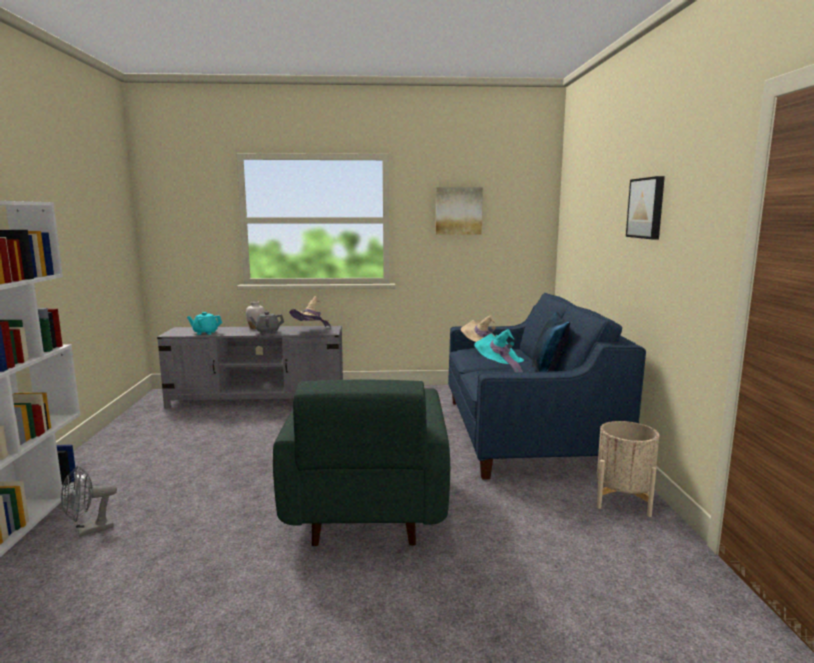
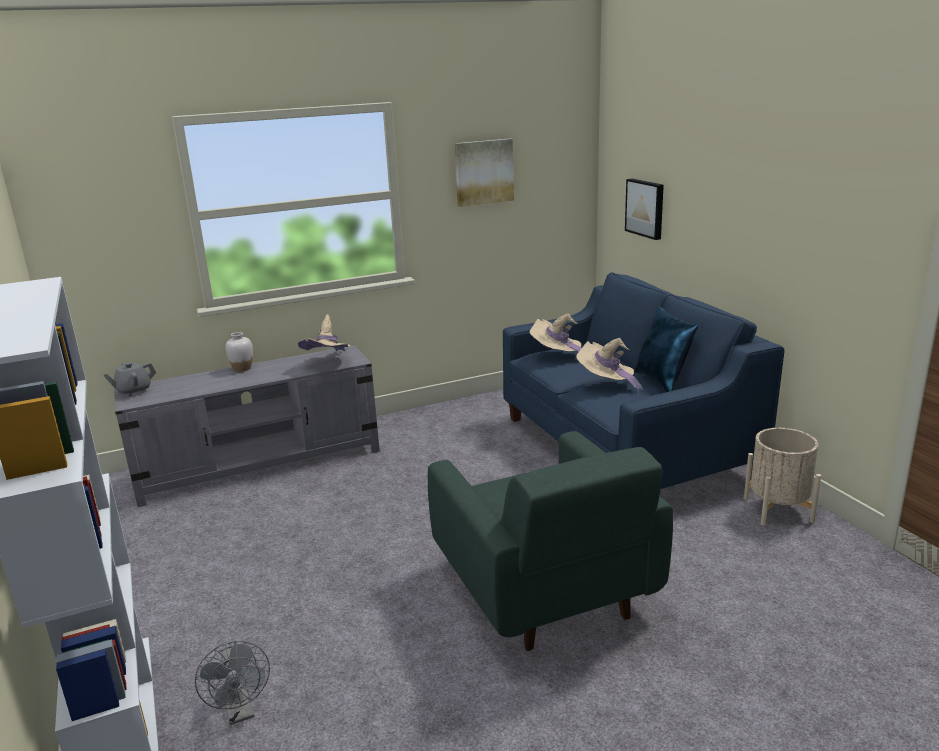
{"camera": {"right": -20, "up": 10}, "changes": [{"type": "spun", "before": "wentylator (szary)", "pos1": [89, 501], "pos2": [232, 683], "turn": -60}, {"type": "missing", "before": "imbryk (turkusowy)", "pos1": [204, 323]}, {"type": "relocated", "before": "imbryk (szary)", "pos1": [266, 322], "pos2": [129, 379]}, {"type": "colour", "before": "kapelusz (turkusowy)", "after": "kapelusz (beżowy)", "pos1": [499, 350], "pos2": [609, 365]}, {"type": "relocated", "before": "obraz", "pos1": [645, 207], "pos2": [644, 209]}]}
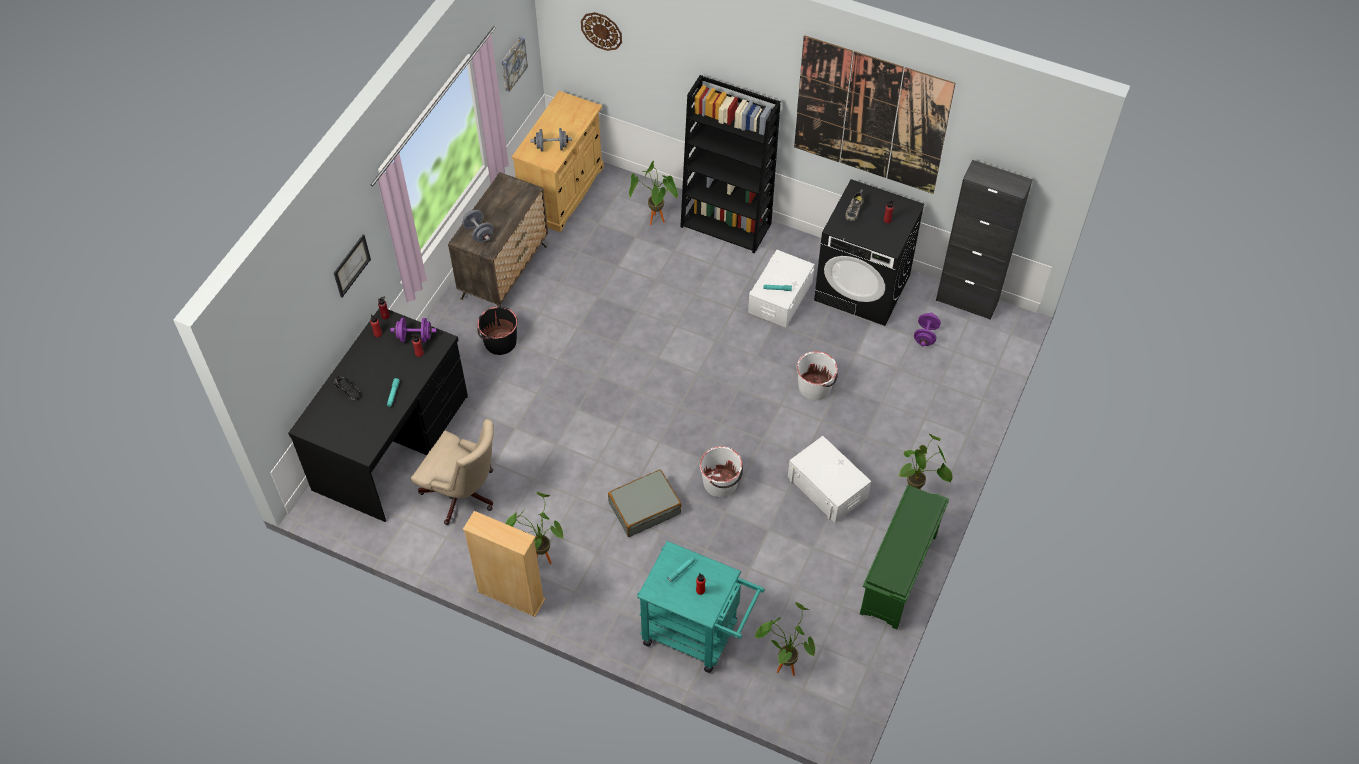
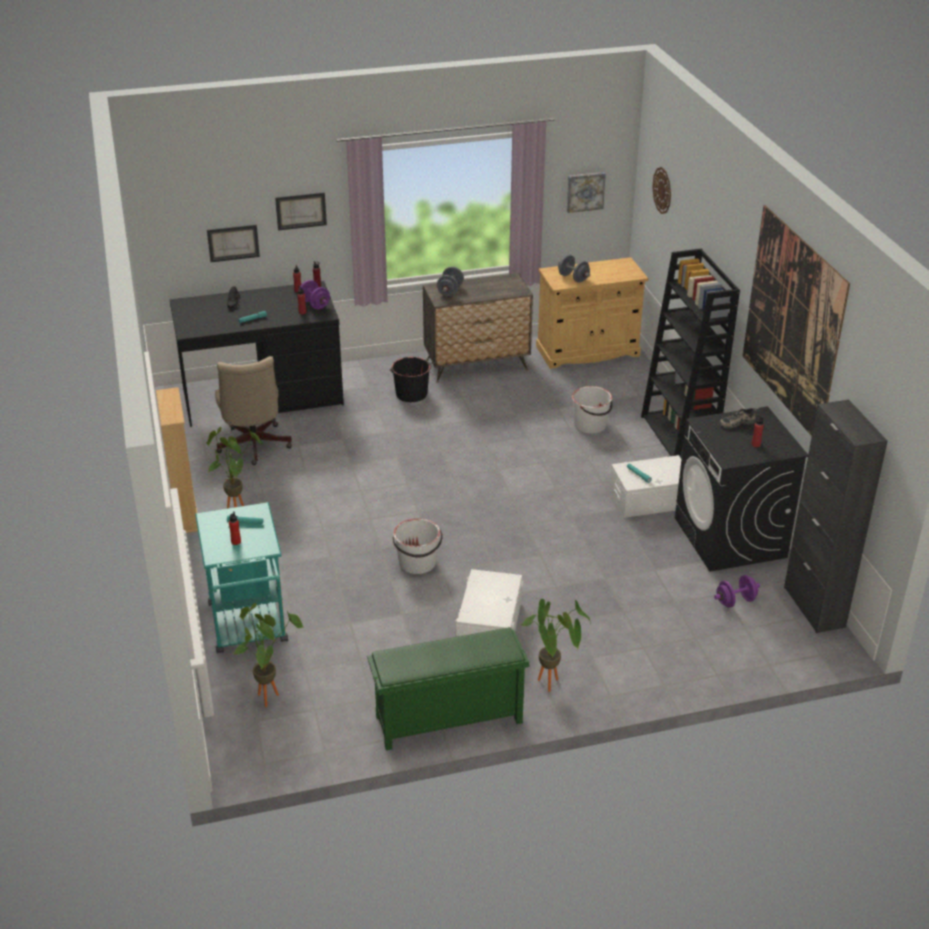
{"camera": {"right": 50, "up": -20}, "changes": [{"type": "missing", "before": "walizka (szary)", "pos1": [644, 503]}, {"type": "missing", "before": "roślina doniczkowa", "pos1": [653, 193]}, {"type": "relocated", "before": "wiadro (biały)", "pos1": [817, 375], "pos2": [592, 410]}, {"type": "appeared", "after": "obraz", "pos2": [233, 243]}]}
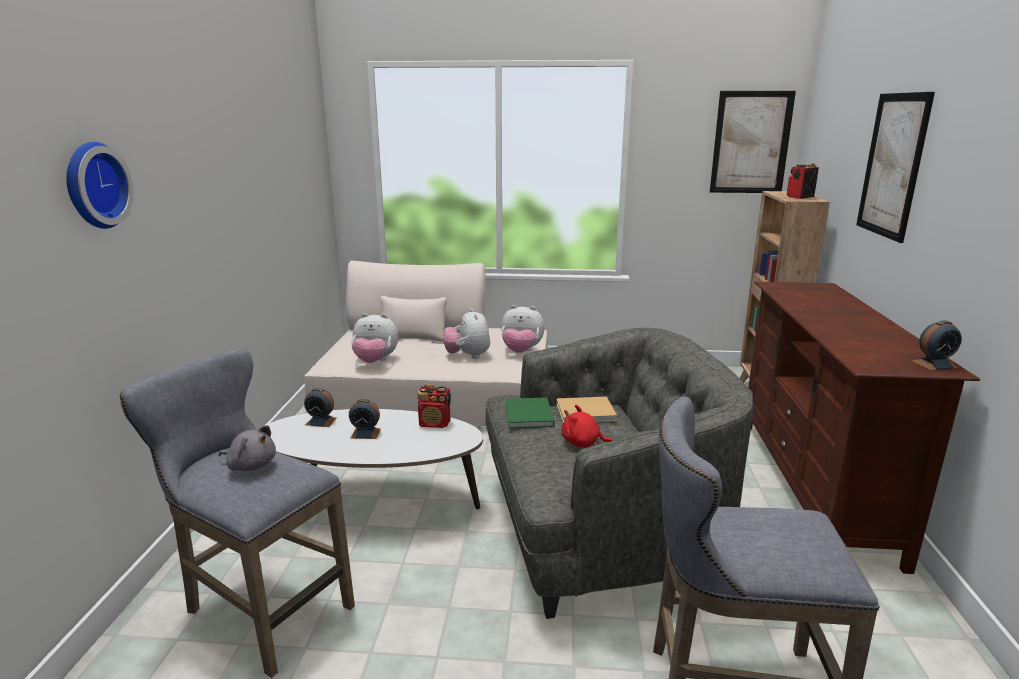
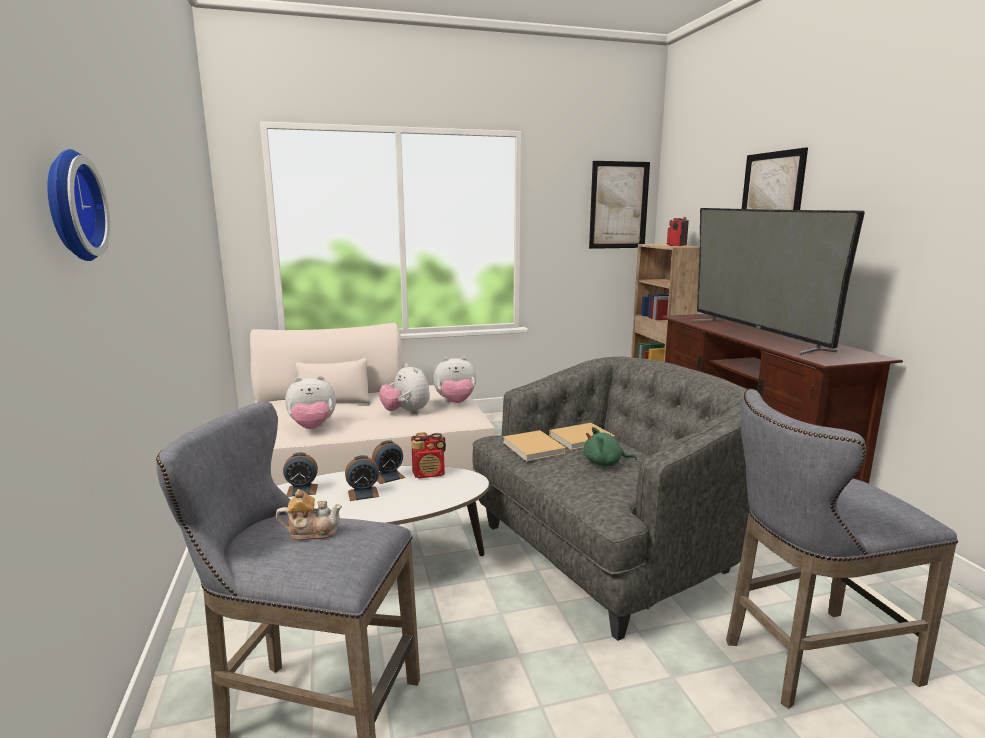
{"camera": {"right": -20, "up": -5}, "changes": [{"type": "exchanged", "before": "pluszak (szary)", "after": "imbryk", "pos1": [247, 448], "pos2": [309, 514]}, {"type": "colour", "before": "książka (zielony)", "after": "książka (beżowy)", "pos1": [529, 412], "pos2": [534, 445]}, {"type": "colour", "before": "pluszak (czerwony)", "after": "pluszak (zielony)", "pos1": [587, 426], "pos2": [610, 446]}, {"type": "relocated", "before": "budzik", "pos1": [936, 346], "pos2": [388, 462]}, {"type": "appeared", "after": "telewizor", "pos2": [778, 281]}]}
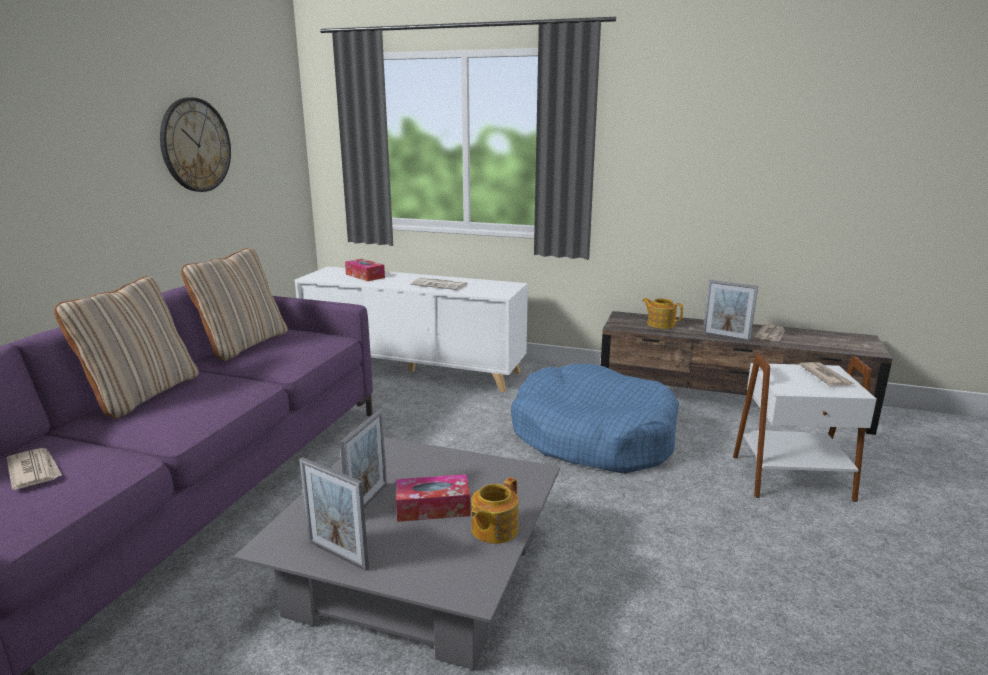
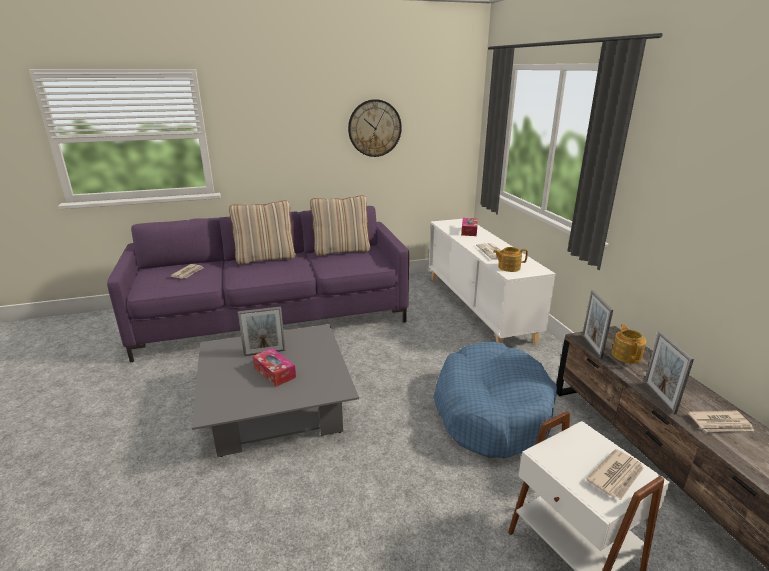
{"camera": {"right": 55, "up": 5}, "changes": [{"type": "relocated", "before": "ramka na zdjęcie", "pos1": [334, 514], "pos2": [597, 324]}, {"type": "relocated", "before": "imbryk", "pos1": [495, 510], "pos2": [510, 259]}]}
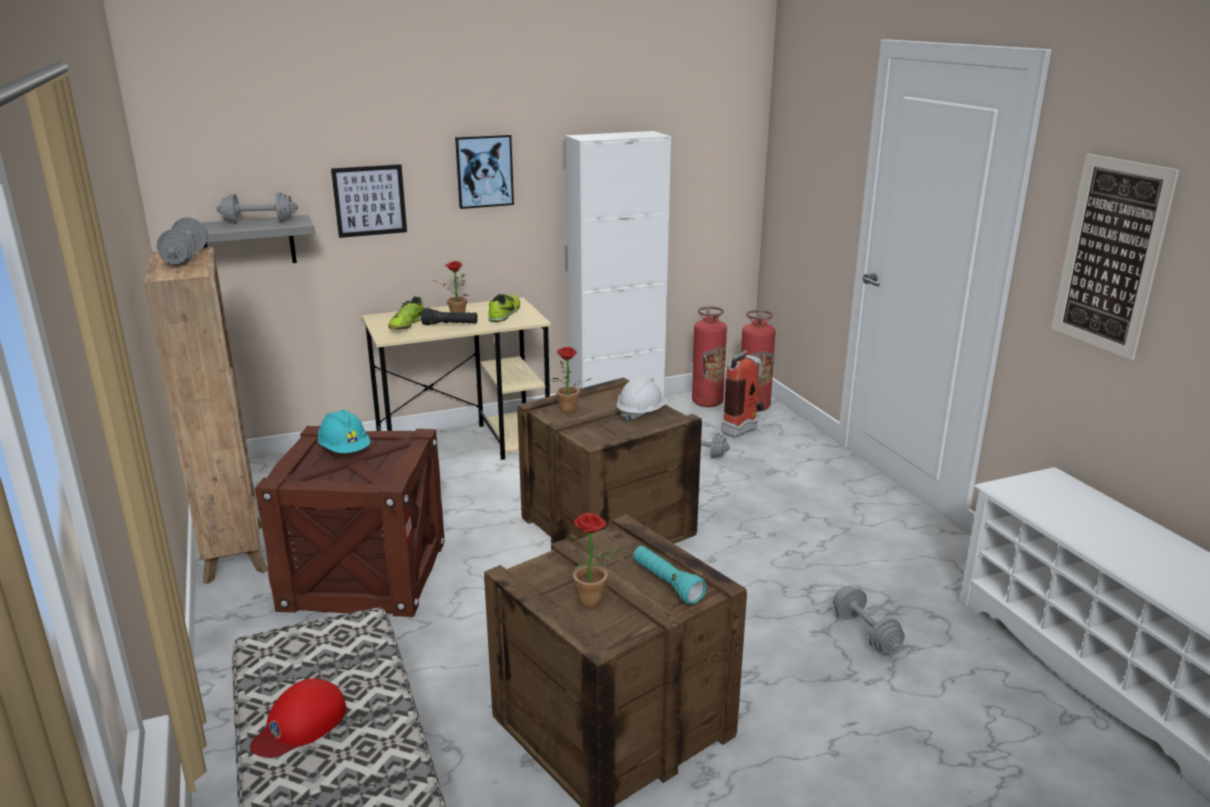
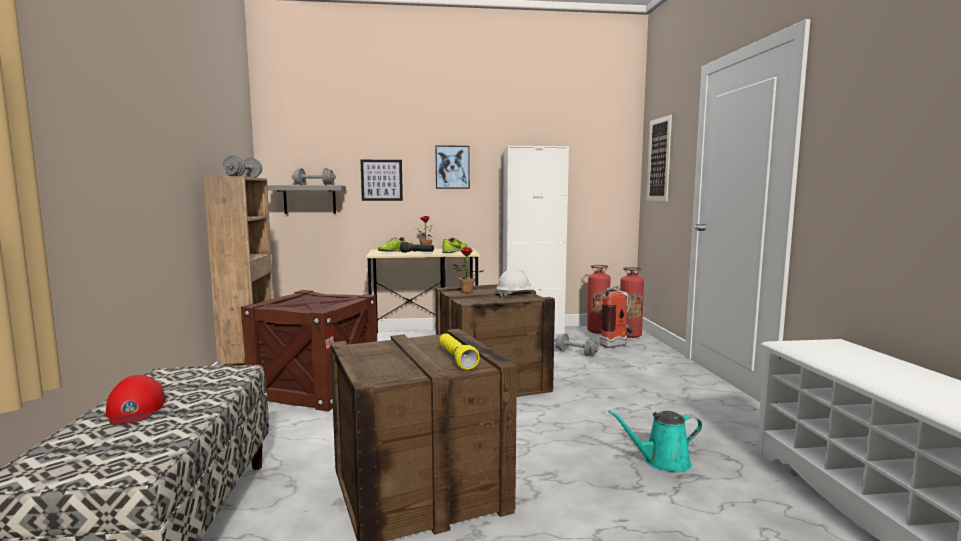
{"camera": {"right": 15, "up": -15}, "changes": [{"type": "spun", "before": "czapka z daszkiem (czerwony)", "pos1": [298, 718], "pos2": [135, 400], "turn": -75}, {"type": "missing", "before": "kask (turkusowy)", "pos1": [344, 431]}, {"type": "missing", "before": "roślina doniczkowa", "pos1": [594, 560]}, {"type": "colour", "before": "latarka (turkusowy)", "after": "latarka (żółty)", "pos1": [669, 575], "pos2": [459, 351]}, {"type": "exchanged", "before": "hantel (szary)", "after": "konewka (turkusowy)", "pos1": [869, 620], "pos2": [655, 441]}, {"type": "relocated", "before": "obraz", "pos1": [1115, 257], "pos2": [659, 158]}]}
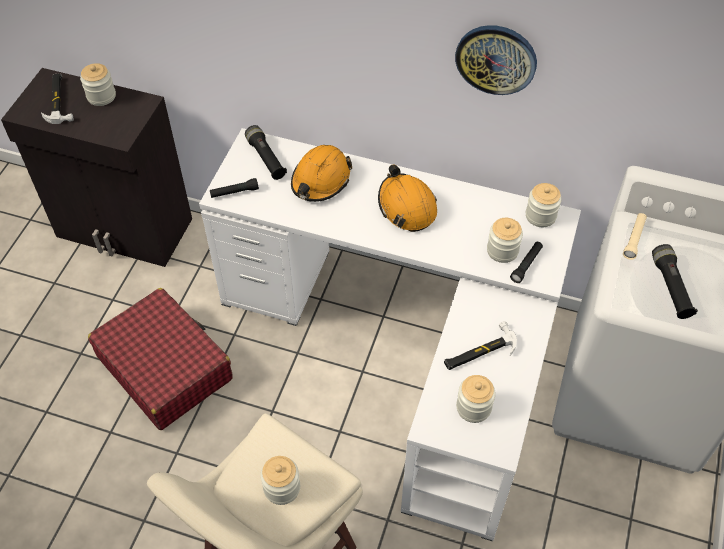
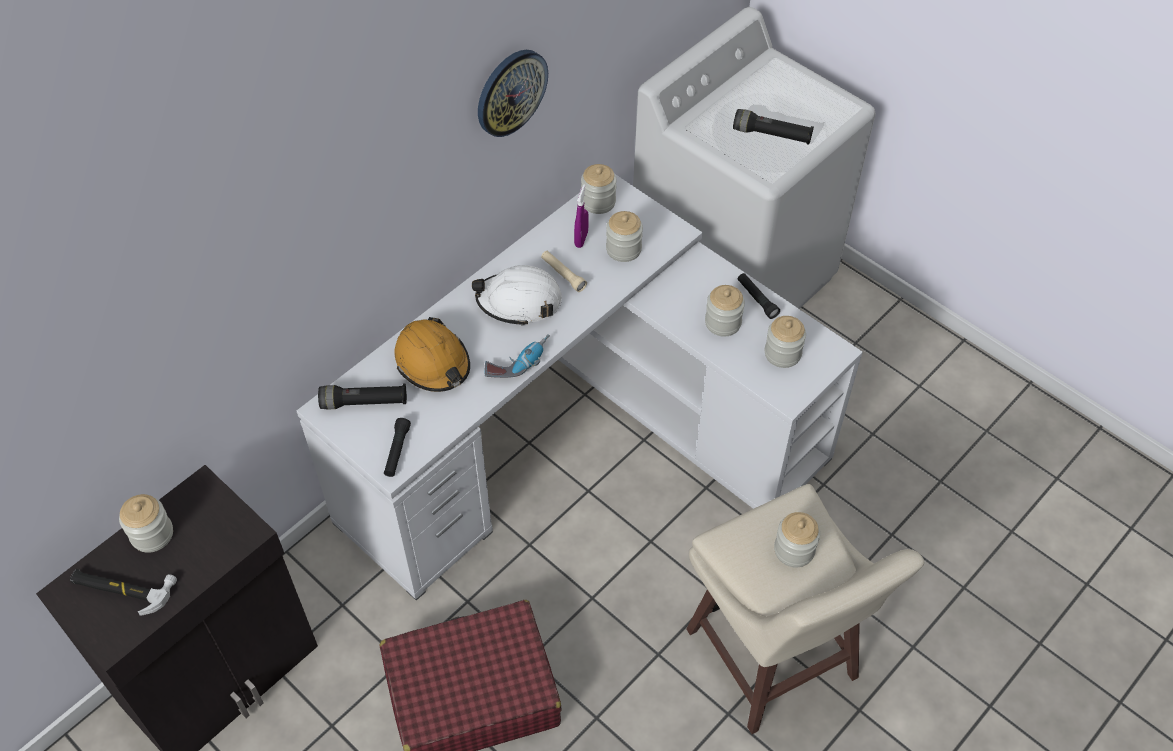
{"camera": {"right": -65, "up": 0}, "changes": [{"type": "colour", "before": "kask (pomarańczowy)", "after": "kask (biały)", "pos1": [407, 198], "pos2": [517, 295]}, {"type": "exchanged", "before": "młotek", "after": "słoik", "pos1": [480, 345], "pos2": [725, 311]}, {"type": "relocated", "before": "latarka (czarny)", "pos1": [526, 262], "pos2": [759, 296]}, {"type": "relocated", "before": "latarka (beżowy)", "pos1": [635, 236], "pos2": [564, 271]}, {"type": "appeared", "after": "wiertarka", "pos2": [517, 356]}, {"type": "appeared", "after": "spryskiwacz (fioletowy)", "pos2": [581, 216]}]}
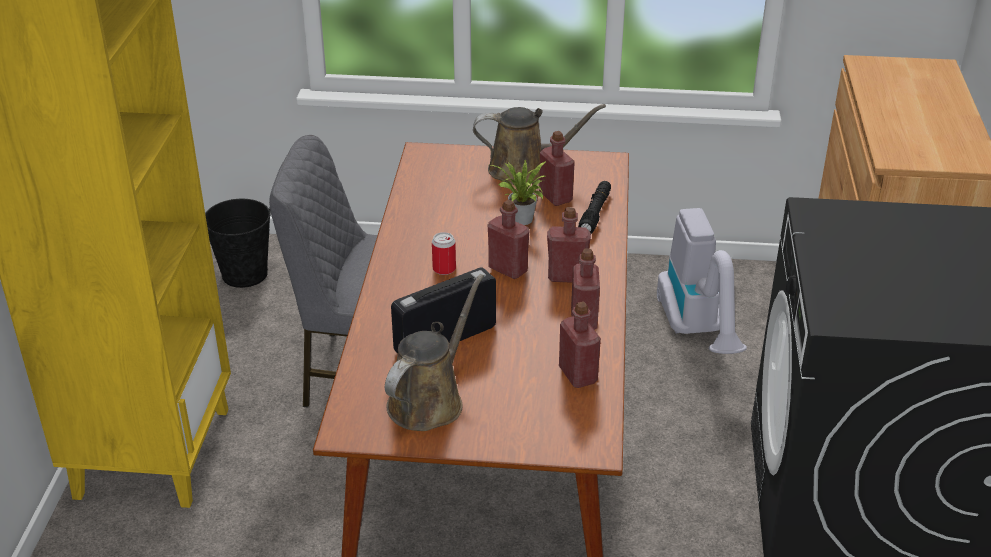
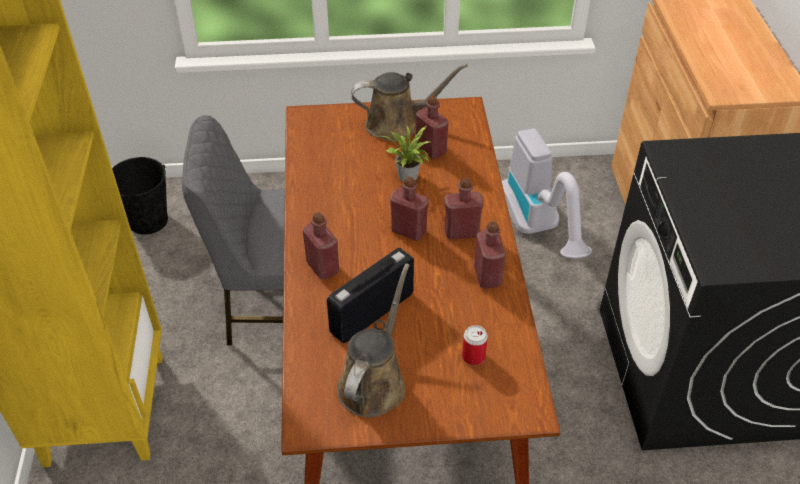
{"camera": {"right": -10, "up": 10}, "changes": [{"type": "relocated", "before": "puszka", "pos1": [444, 253], "pos2": [475, 345]}, {"type": "relocated", "before": "butelka (czerwony)", "pos1": [580, 344], "pos2": [321, 245]}, {"type": "missing", "before": "latarka (czarny)", "pos1": [594, 207]}]}
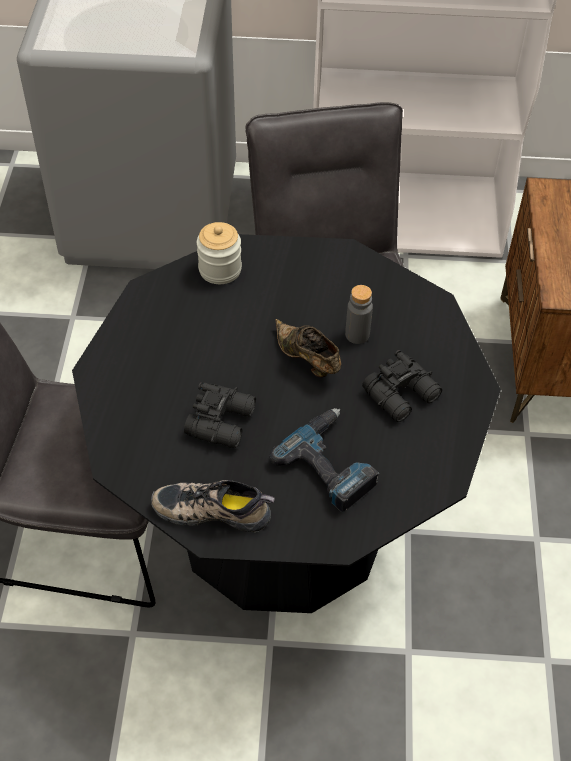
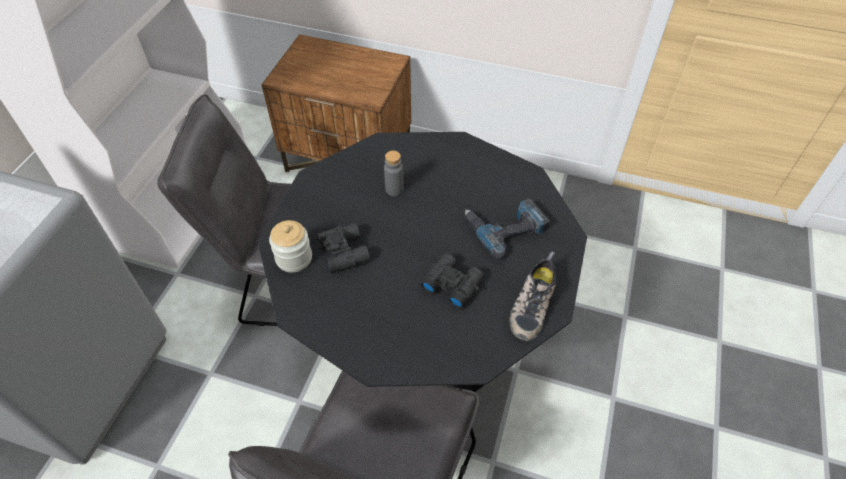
{"camera": {"right": -75, "up": 0}, "changes": [{"type": "missing", "before": "but (brązowy)", "pos1": [308, 348]}, {"type": "relocated", "before": "lornetka (czarny)", "pos1": [402, 386], "pos2": [343, 248]}]}
